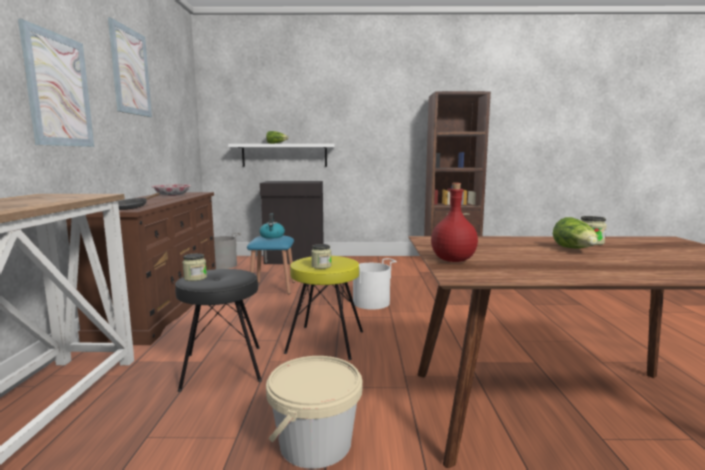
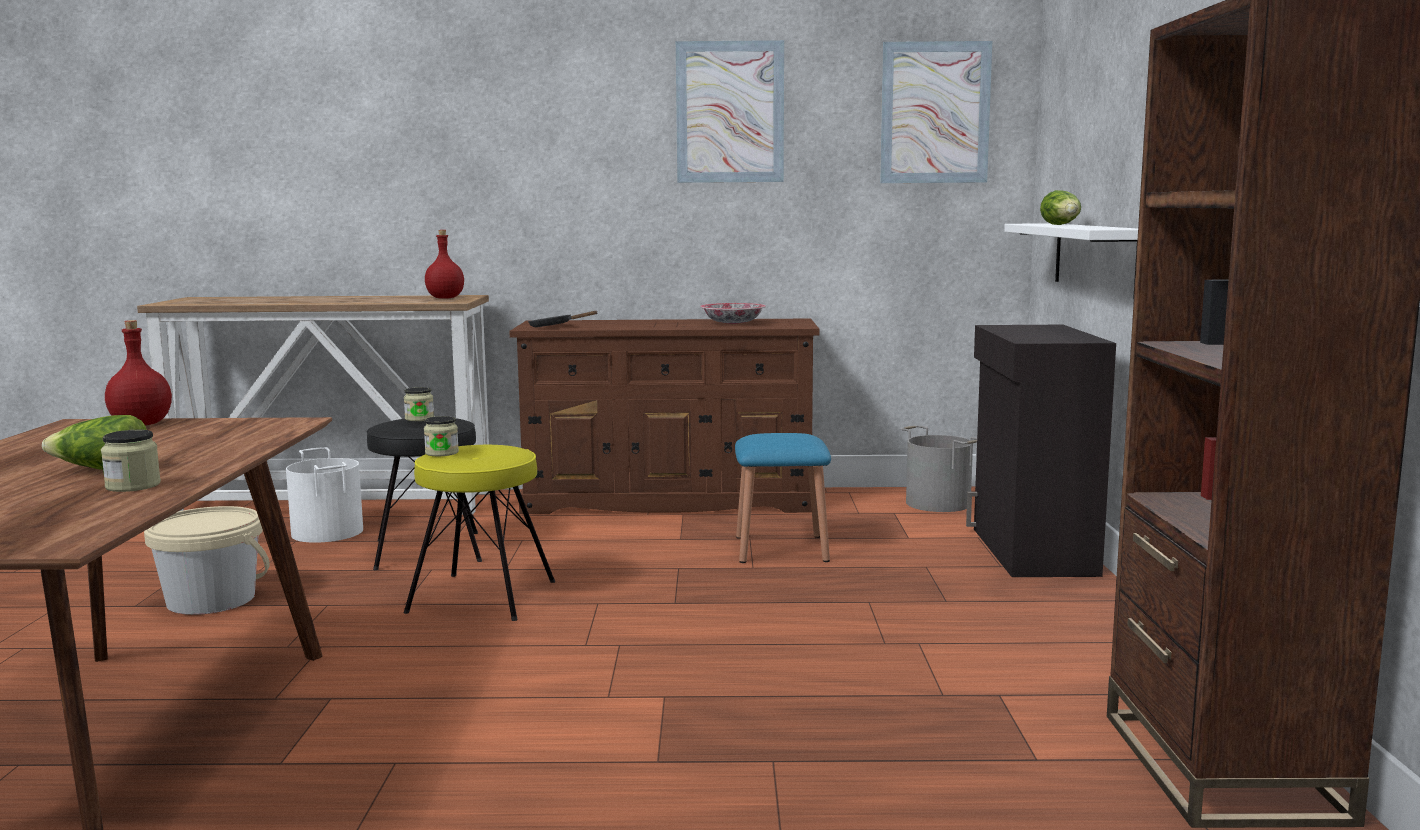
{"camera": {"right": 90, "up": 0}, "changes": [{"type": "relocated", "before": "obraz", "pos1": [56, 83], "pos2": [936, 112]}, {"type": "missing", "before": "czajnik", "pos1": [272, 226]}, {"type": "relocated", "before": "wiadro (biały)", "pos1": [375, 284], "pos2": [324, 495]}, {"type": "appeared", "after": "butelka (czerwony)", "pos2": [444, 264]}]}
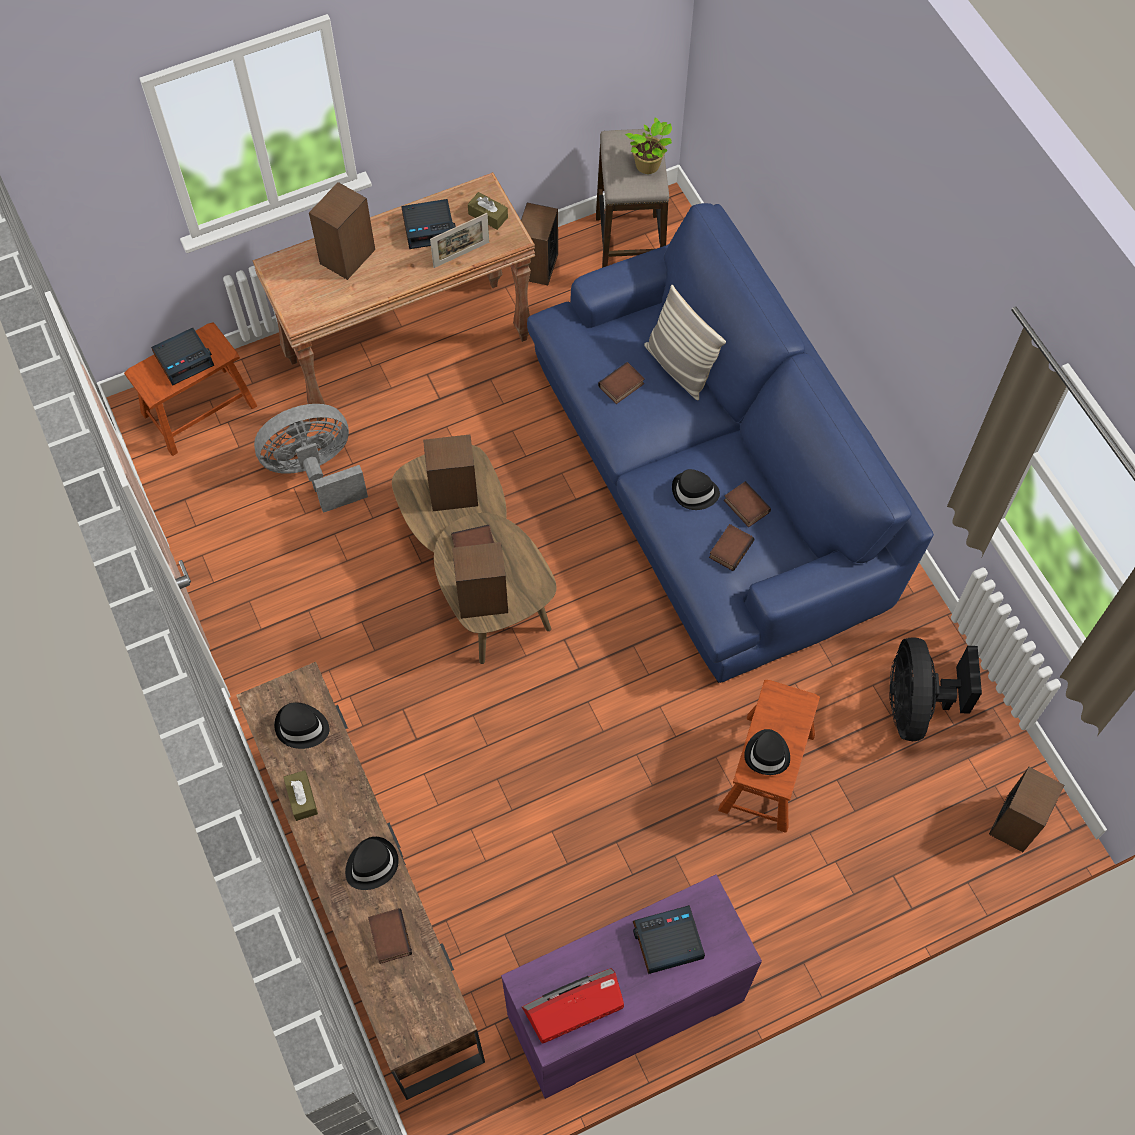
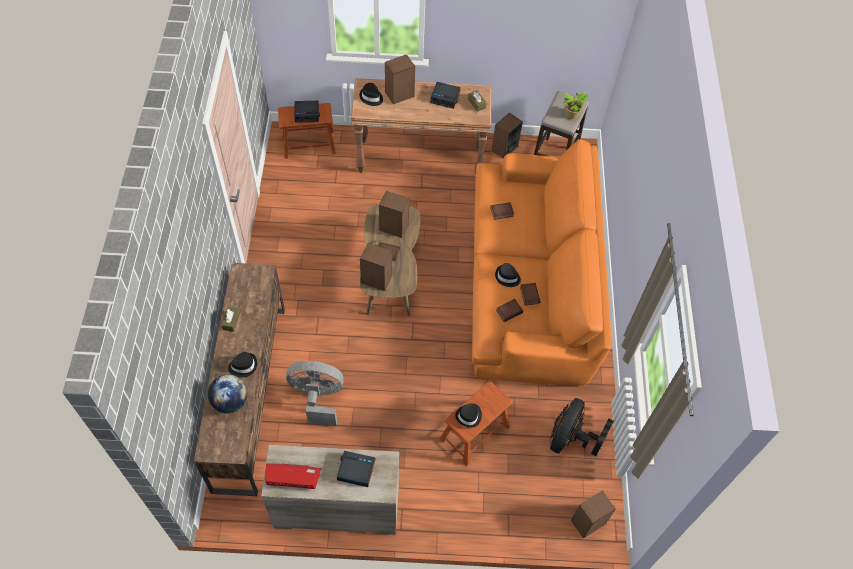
{"camera": {"right": 25, "up": -5}, "changes": [{"type": "relocated", "before": "wentylator (szary)", "pos1": [311, 458], "pos2": [315, 393]}, {"type": "relocated", "before": "kapelusz (czarny)", "pos1": [302, 725], "pos2": [371, 94]}, {"type": "exchanged", "before": "książka", "after": "globus", "pos1": [390, 936], "pos2": [227, 393]}, {"type": "missing", "before": "ramka na zdjęcie", "pos1": [459, 240]}, {"type": "colour", "before": "komoda (fioletowy)", "after": "komoda (beżowy)", "pos1": [631, 987], "pos2": [330, 490]}, {"type": "colour", "before": "kanapa (niebieski)", "after": "kanapa (pomarańczowy)", "pos1": [730, 443], "pos2": [542, 262]}, {"type": "missing", "before": "poduszka", "pos1": [685, 343]}]}
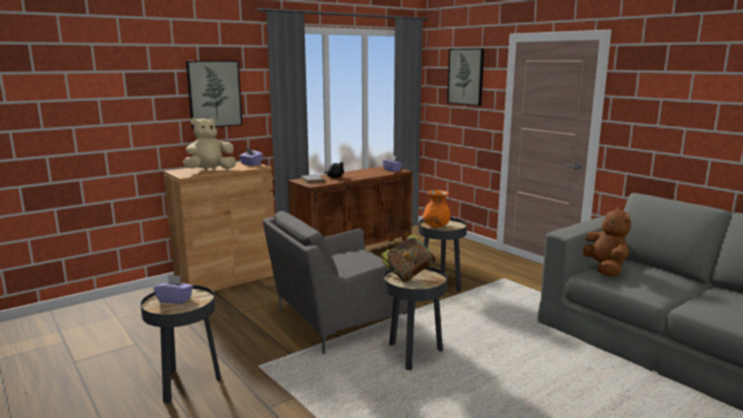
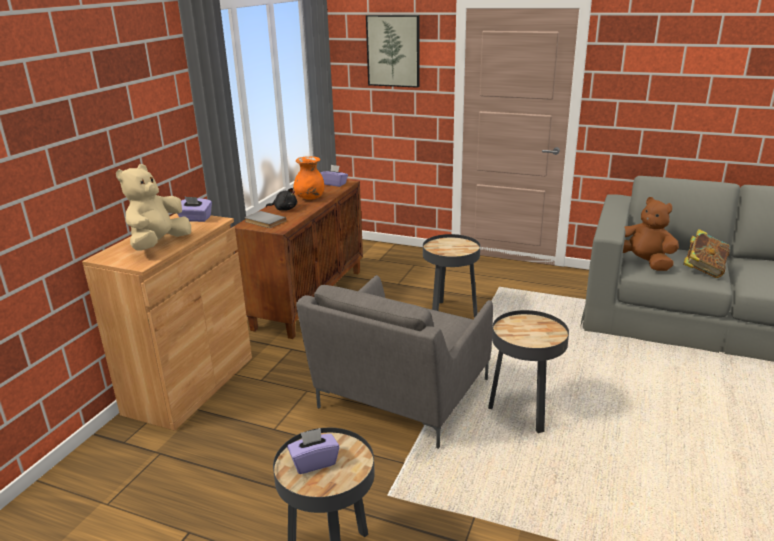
{"camera": {"right": -30, "up": 10}, "changes": [{"type": "missing", "before": "obraz", "pos1": [214, 95]}, {"type": "relocated", "before": "książka", "pos1": [408, 257], "pos2": [706, 253]}, {"type": "relocated", "before": "wazon (pomarańczowy)", "pos1": [436, 208], "pos2": [308, 178]}]}
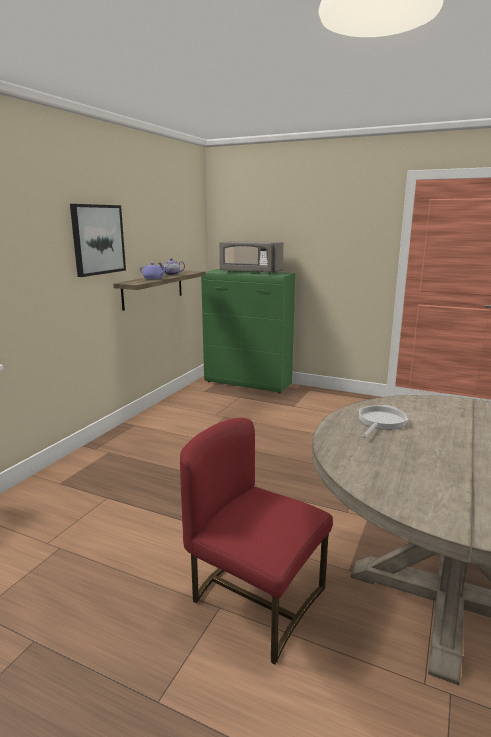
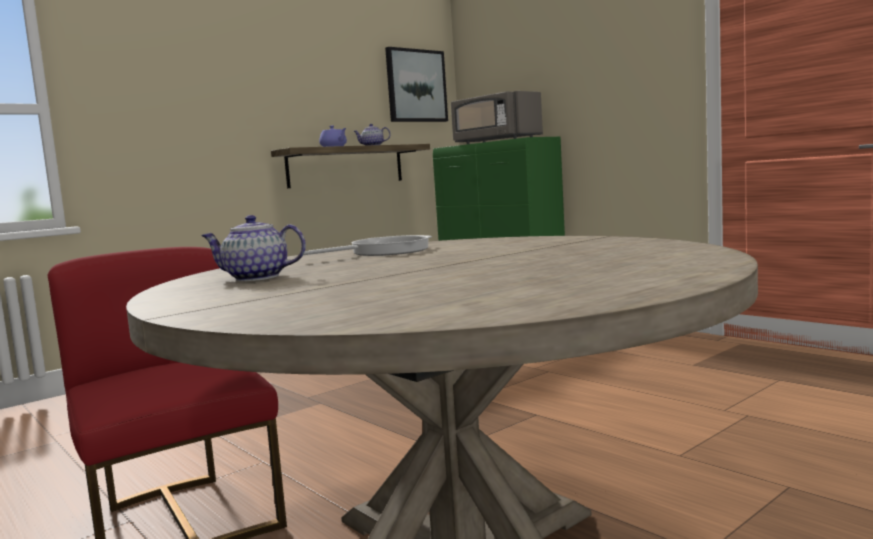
{"camera": {"right": 25, "up": -10}, "changes": [{"type": "relocated", "before": "obraz", "pos1": [98, 240], "pos2": [416, 84]}, {"type": "appeared", "after": "imbryk", "pos2": [253, 248]}]}
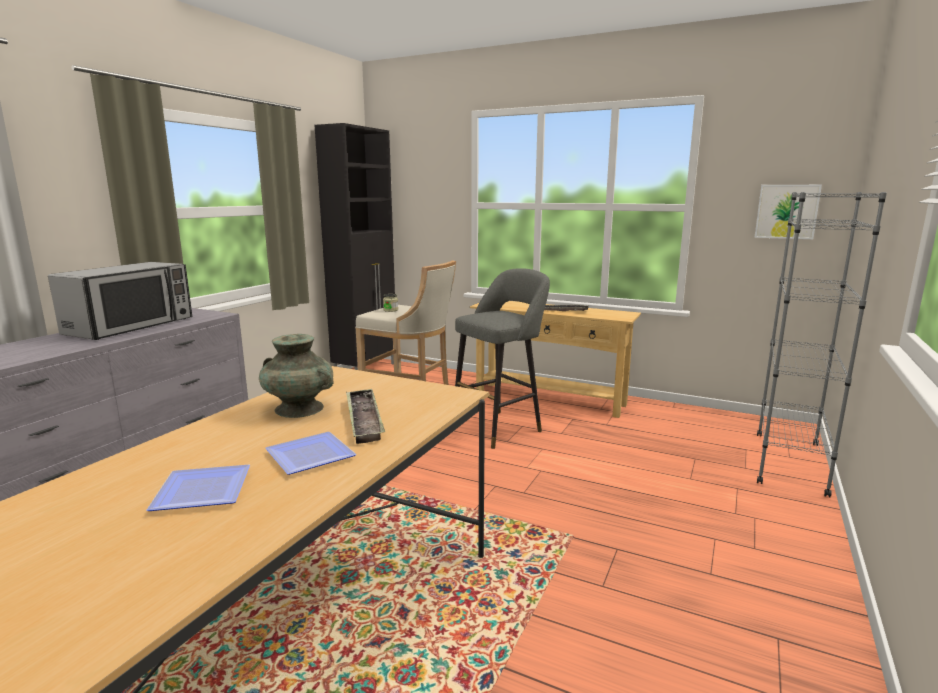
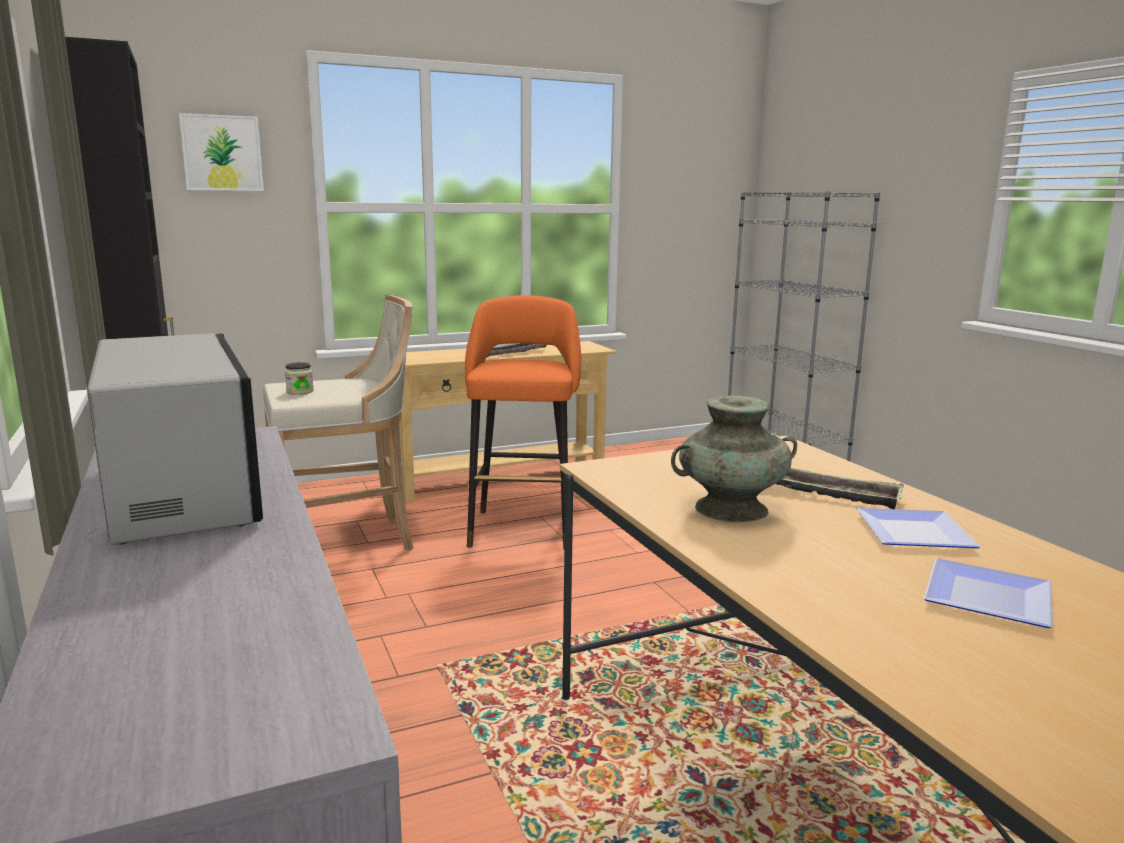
{"camera": {"right": -50, "up": 0}, "changes": [{"type": "colour", "before": "stołek (szary)", "after": "stołek (pomarańczowy)", "pos1": [502, 358], "pos2": [523, 422]}, {"type": "relocated", "before": "obraz", "pos1": [788, 212], "pos2": [221, 152]}]}
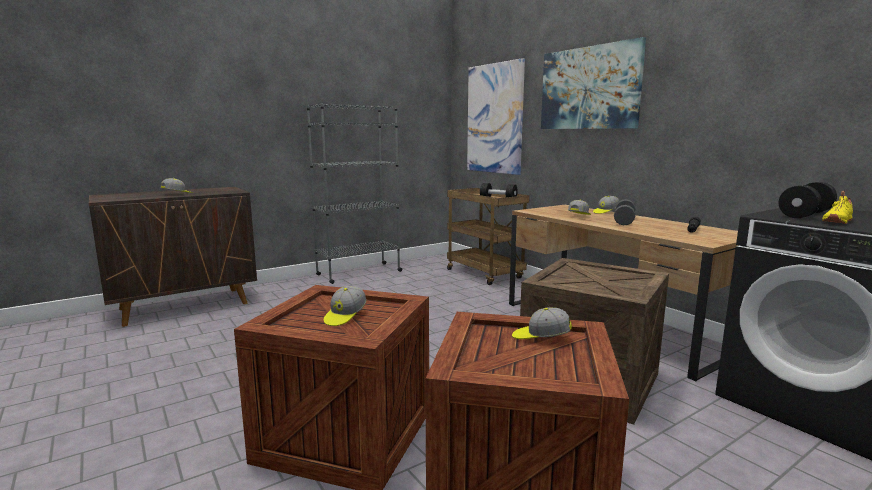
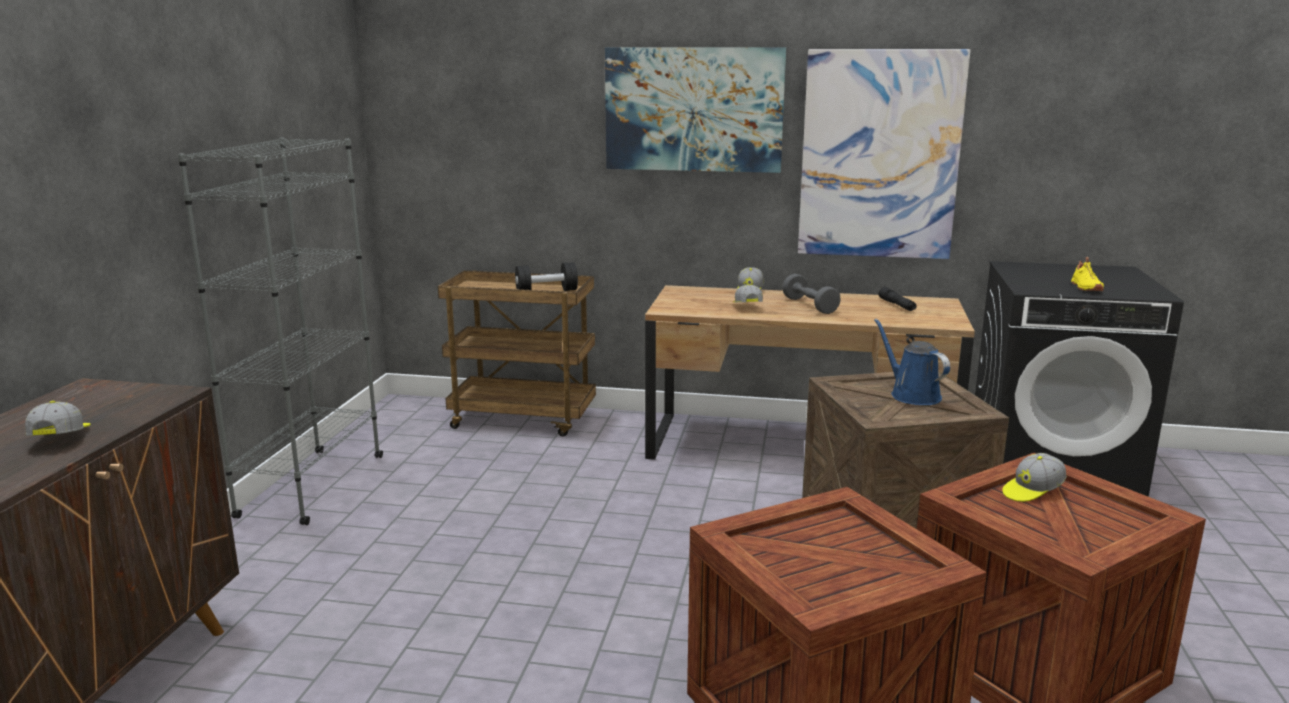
{"camera": {"right": -45, "up": 5}, "changes": [{"type": "missing", "before": "czapka z daszkiem", "pos1": [345, 306]}, {"type": "relocated", "before": "obraz", "pos1": [496, 116], "pos2": [884, 154]}, {"type": "missing", "before": "hantel (czarny)", "pos1": [808, 200]}, {"type": "appeared", "after": "konewka (niebieski)", "pos2": [912, 362]}]}
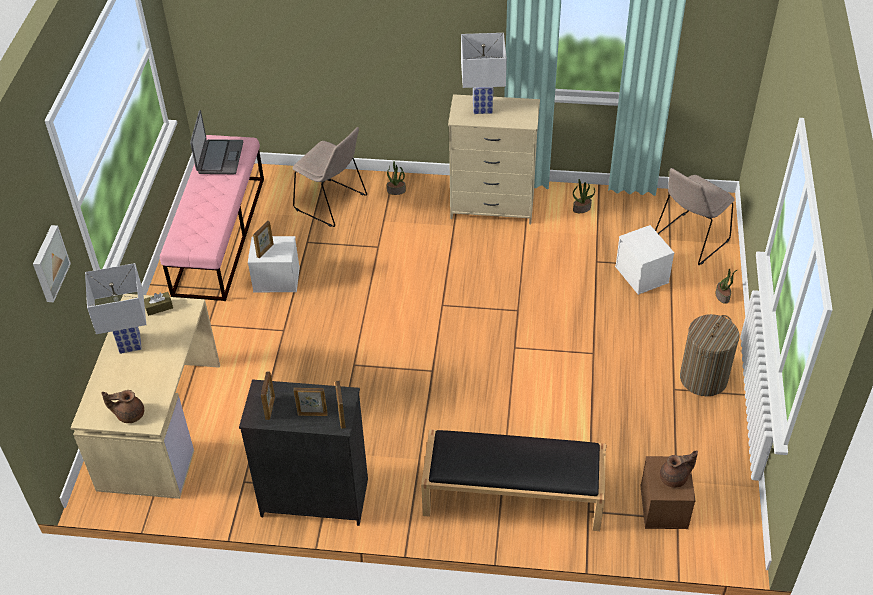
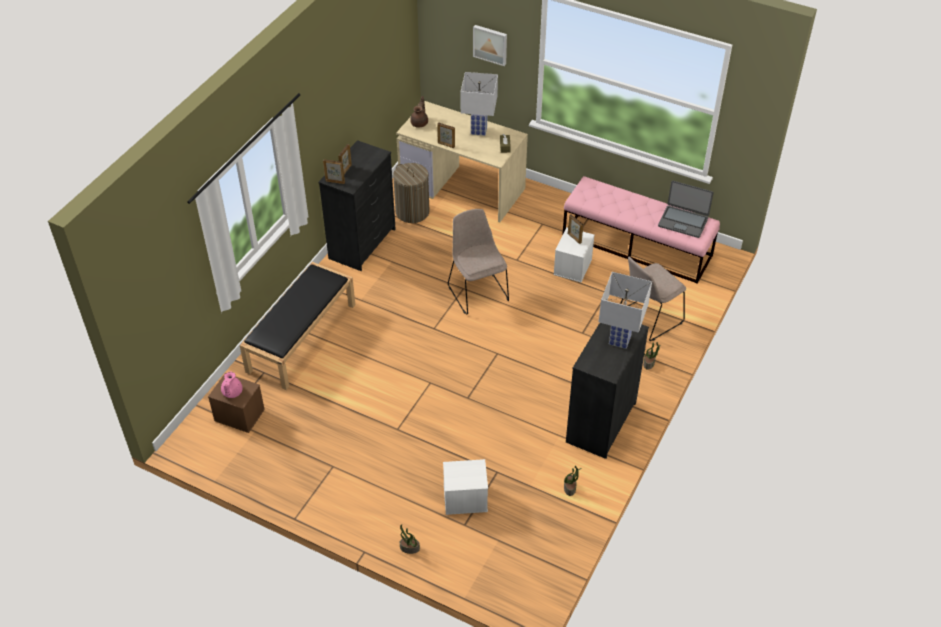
{"camera": {"right": 110, "up": 0}, "changes": [{"type": "relocated", "before": "ramka na zdjęcie", "pos1": [268, 395], "pos2": [446, 135]}, {"type": "colour", "before": "komoda (beżowy)", "after": "komoda (czarny)", "pos1": [494, 159], "pos2": [607, 391]}, {"type": "relocated", "before": "krzesło (beżowy)", "pos1": [695, 216], "pos2": [478, 262]}, {"type": "colour", "before": "imbryk (brązowy)", "after": "imbryk (różowy)", "pos1": [679, 469], "pos2": [232, 385]}, {"type": "relocated", "before": "kosz na pranie", "pos1": [709, 355], "pos2": [411, 193]}]}
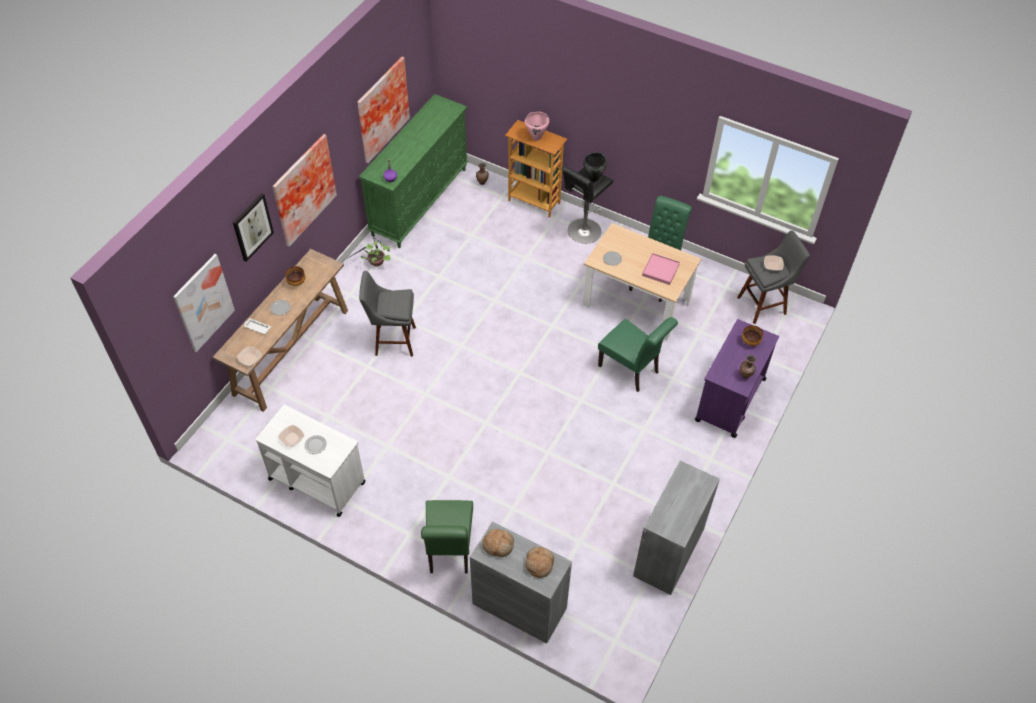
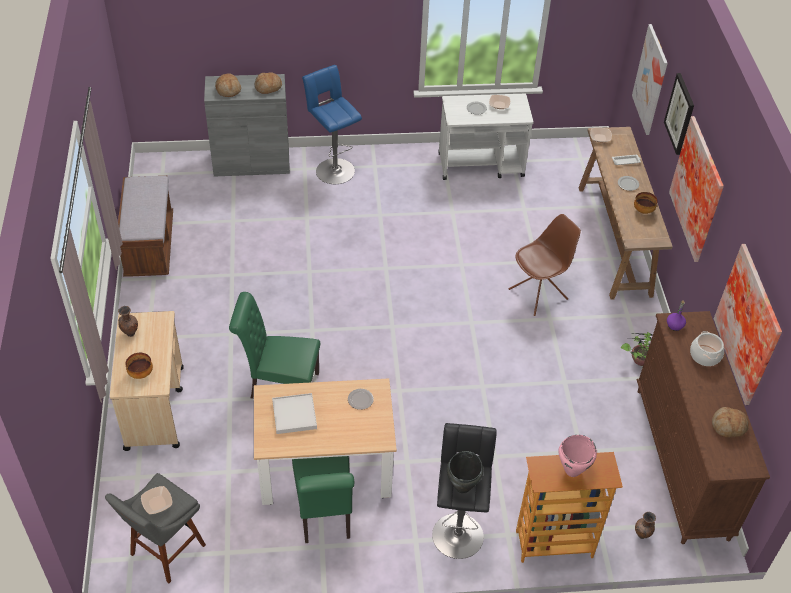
{"camera": {"right": 145, "up": -5}, "changes": [{"type": "colour", "before": "komoda (zielony)", "after": "komoda (brązowy)", "pos1": [414, 171], "pos2": [703, 427]}, {"type": "exchanged", "before": "stołek (szary)", "after": "krzesło (brązowy)", "pos1": [387, 313], "pos2": [545, 265]}, {"type": "exchanged", "before": "krzesło (zielony)", "after": "stołek (niebieski)", "pos1": [447, 536], "pos2": [332, 124]}, {"type": "exchanged", "before": "szafka (szary)", "after": "ławka (brązowy)", "pos1": [676, 528], "pos2": [145, 226]}, {"type": "colour", "before": "taca (różowy)", "after": "taca (biały)", "pos1": [661, 269], "pos2": [294, 413]}, {"type": "colour", "before": "wózek (fioletowy)", "after": "wózek (beżowy)", "pos1": [737, 378], "pos2": [147, 381]}, {"type": "appeared", "after": "garnek", "pos2": [707, 348]}, {"type": "appeared", "after": "chleb", "pos2": [730, 422]}]}
